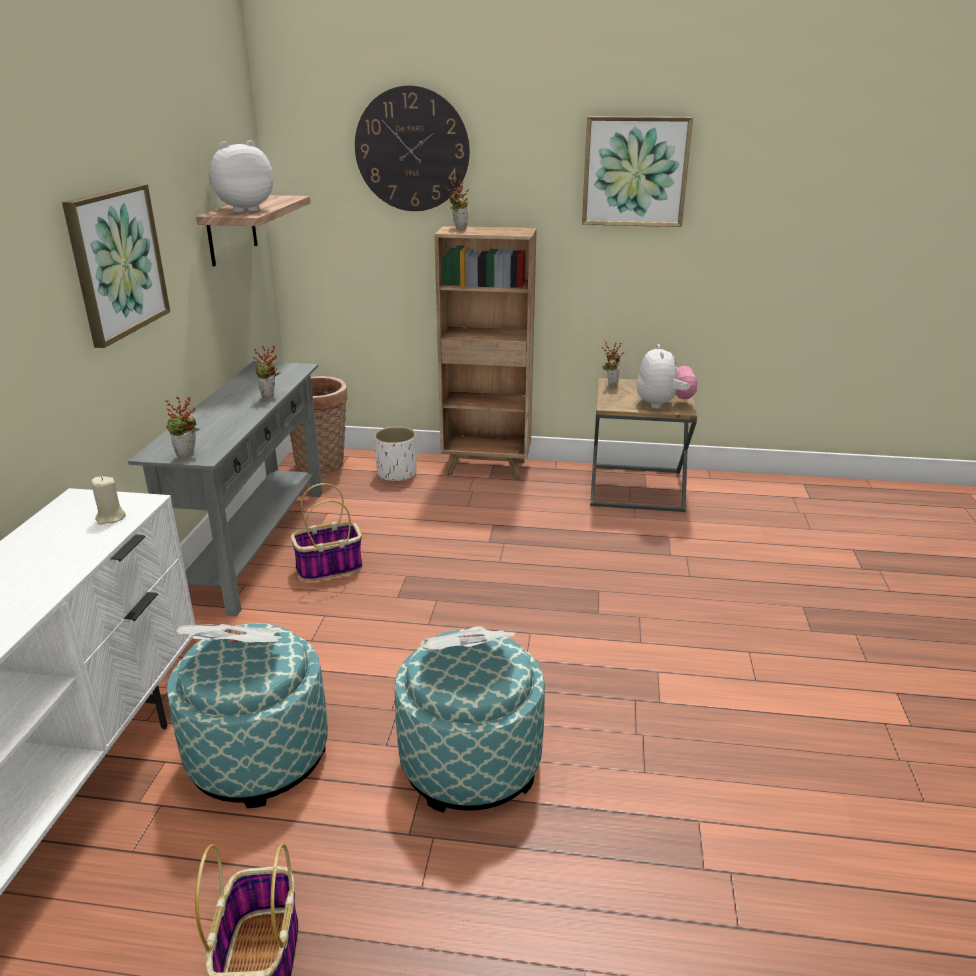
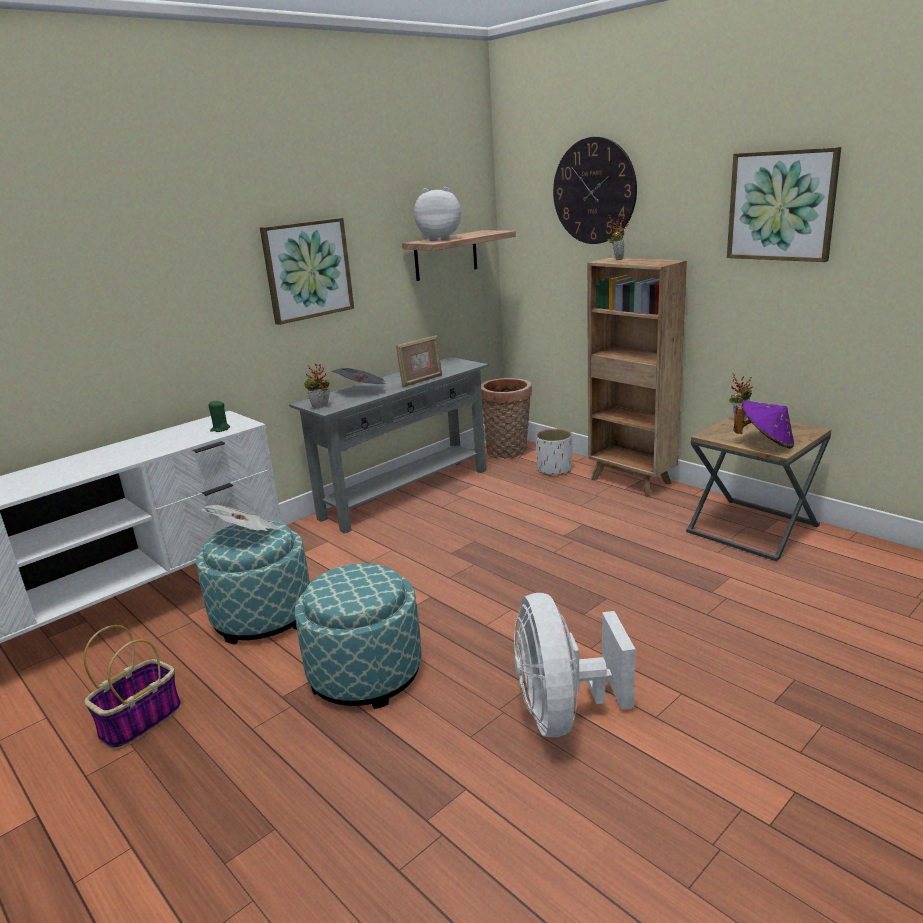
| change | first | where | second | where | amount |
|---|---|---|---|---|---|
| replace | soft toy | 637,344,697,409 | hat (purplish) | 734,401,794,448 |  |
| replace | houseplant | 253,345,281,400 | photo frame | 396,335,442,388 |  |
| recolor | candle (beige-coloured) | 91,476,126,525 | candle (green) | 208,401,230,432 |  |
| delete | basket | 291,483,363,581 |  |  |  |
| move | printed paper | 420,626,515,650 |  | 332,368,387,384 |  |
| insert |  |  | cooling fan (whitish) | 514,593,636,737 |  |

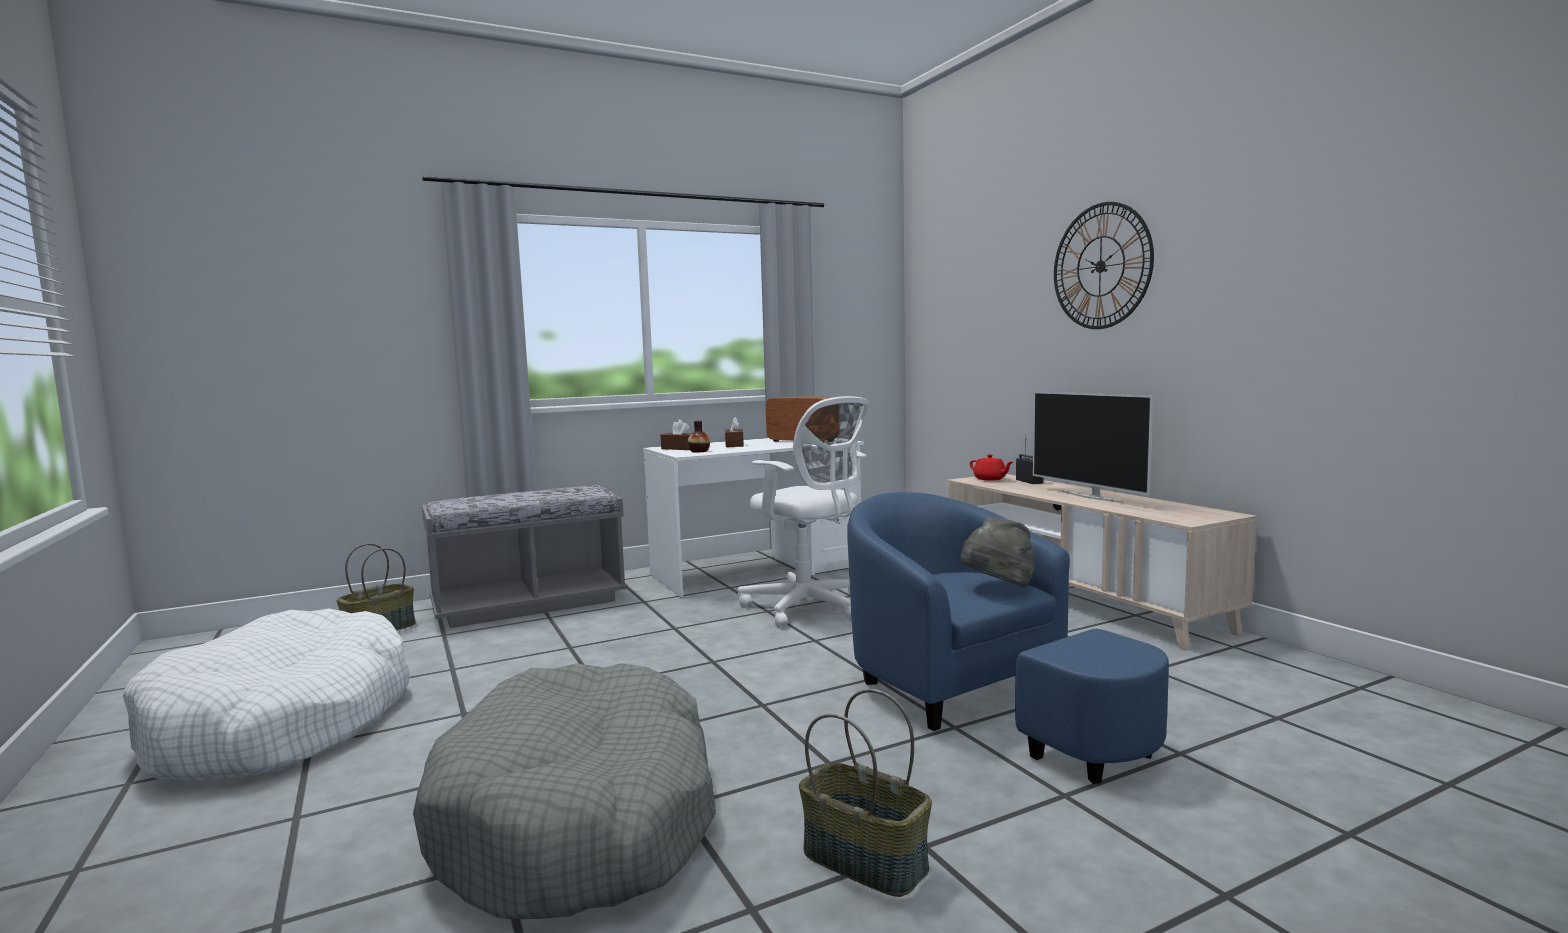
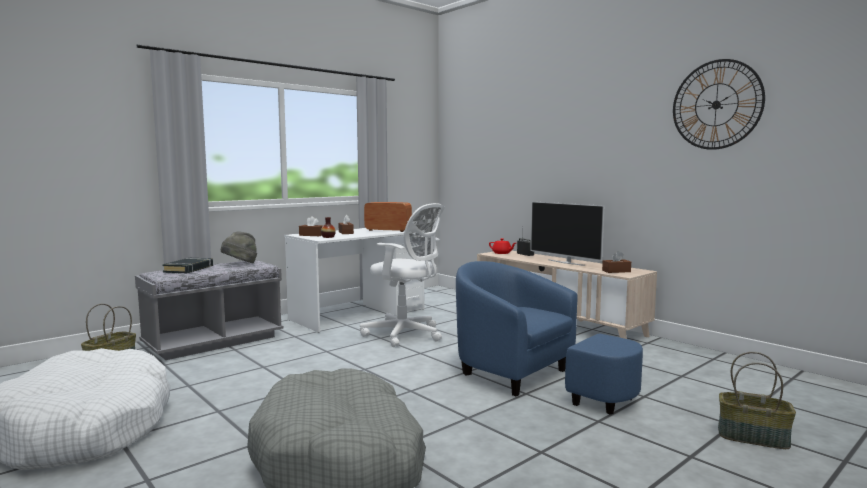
| change | first | where | second | where | amount |
|---|---|---|---|---|---|
| move | wall clock | 1054,202,1154,329 |  | 673,59,765,150 |  |
| move | hat (gray) | 960,518,1035,587 |  | 221,231,257,264 |  |
| move | basket | 799,689,932,897 |  | 718,352,796,449 |  |
| insert |  |  | tissue box (brown-coloured) | 602,251,631,273 |  |
| insert |  |  | bound book (black-coloured) | 162,258,213,273 |  |

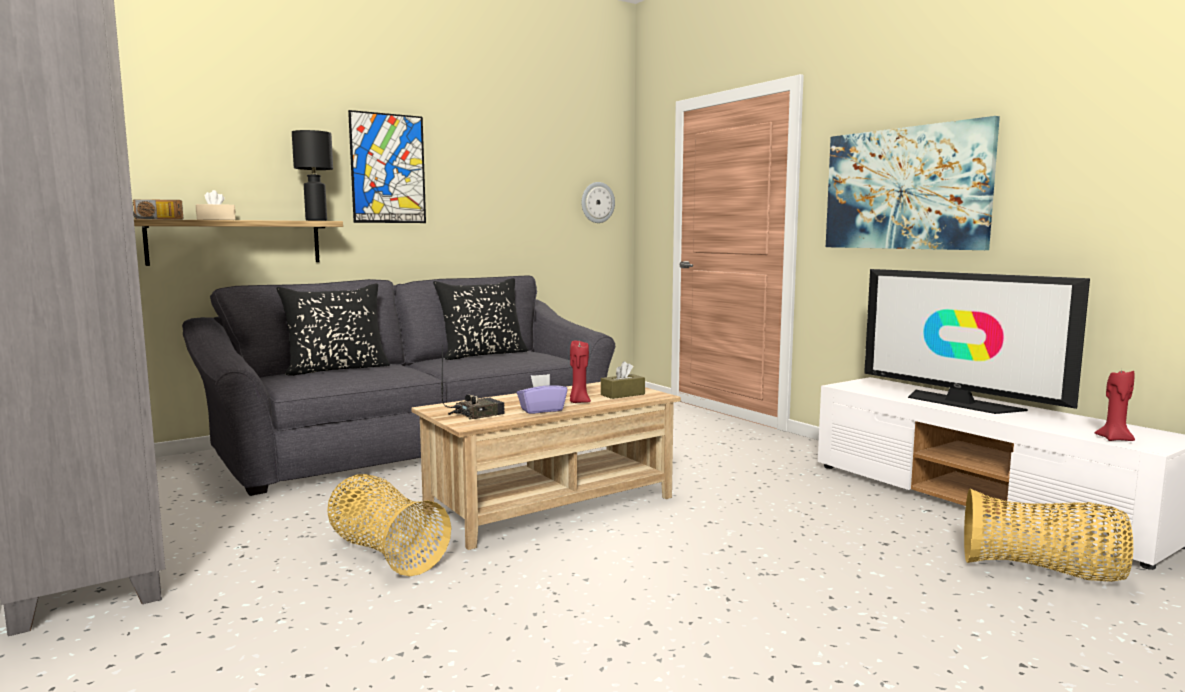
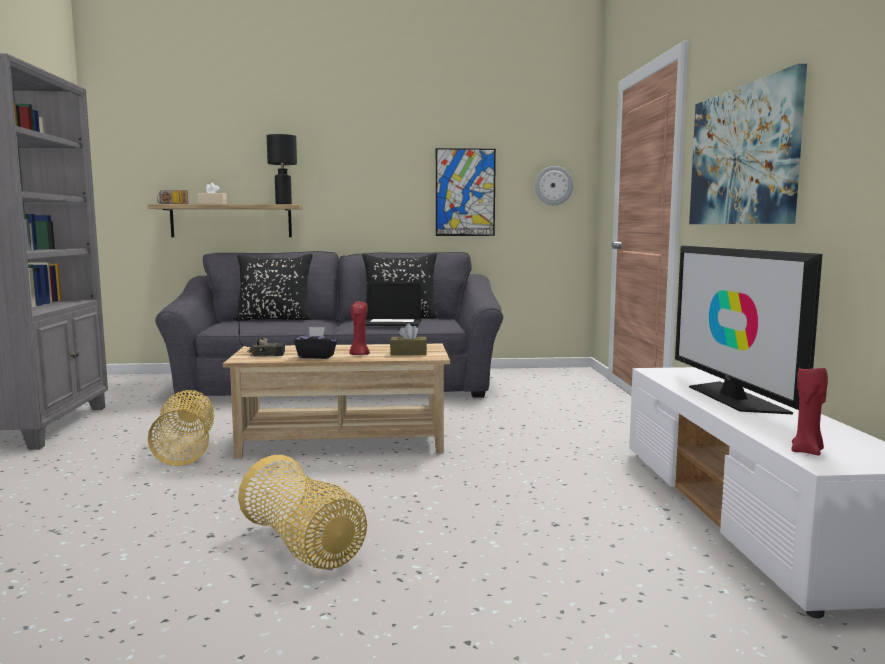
| change | first | where | second | where | amount |
|---|---|---|---|---|---|
| move | picture | 348,110,426,223 |  | 436,148,496,236 |  |
| recolor | tissue box (purplish) | 517,374,568,414 | tissue box (black-coloured) | 294,327,337,359 |  |
| move | basket | 964,489,1133,582 |  | 238,455,367,569 |  |
| insert |  |  | portable computer | 365,282,421,326 |  |

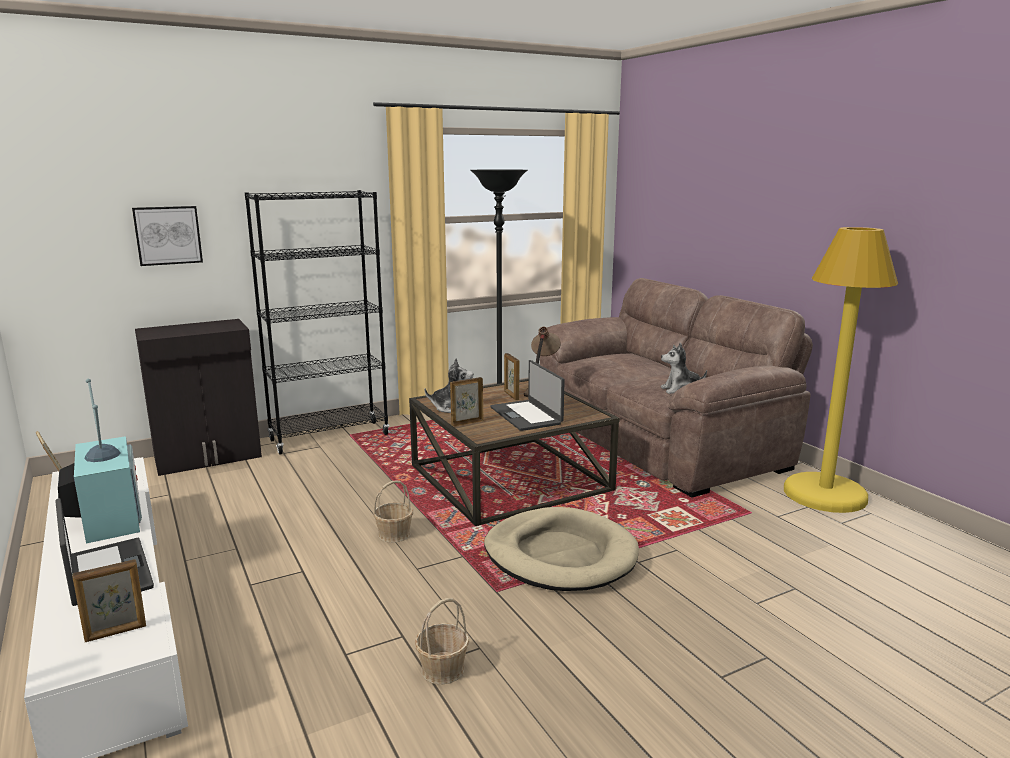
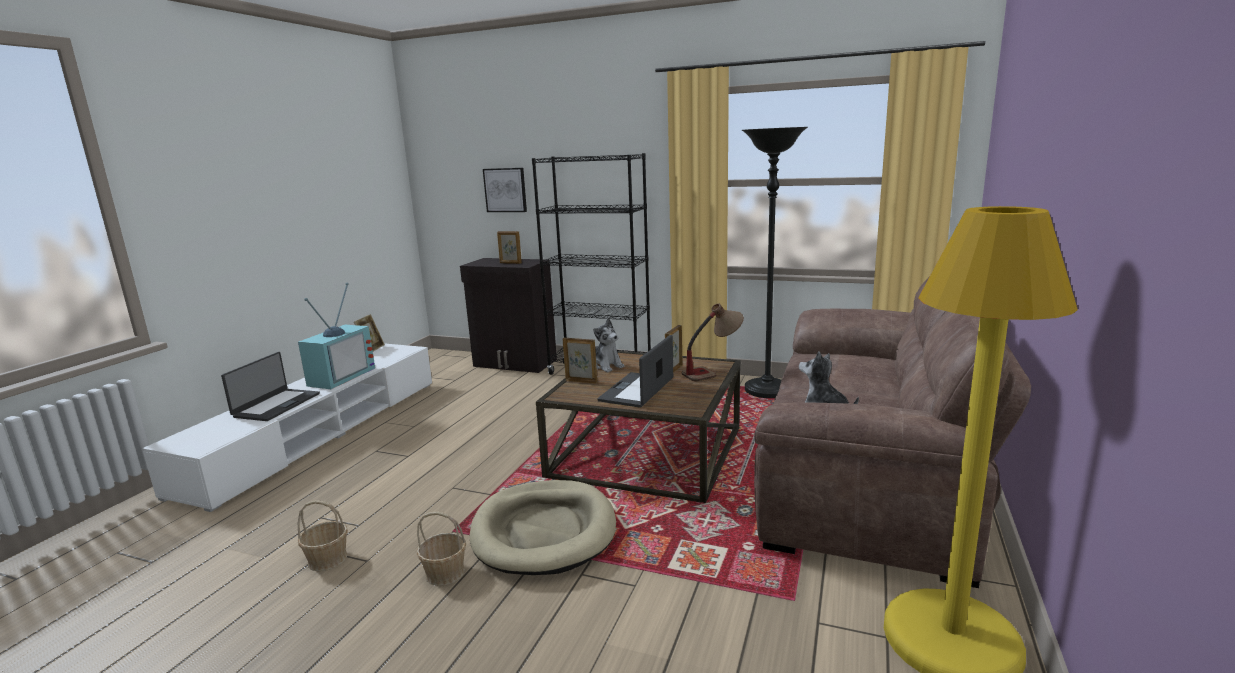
| change | first | where | second | where | amount |
|---|---|---|---|---|---|
| move | basket | 373,480,413,543 |  | 417,512,466,586 |  |
| move | photo frame | 72,559,146,642 |  | 497,231,522,264 |  |

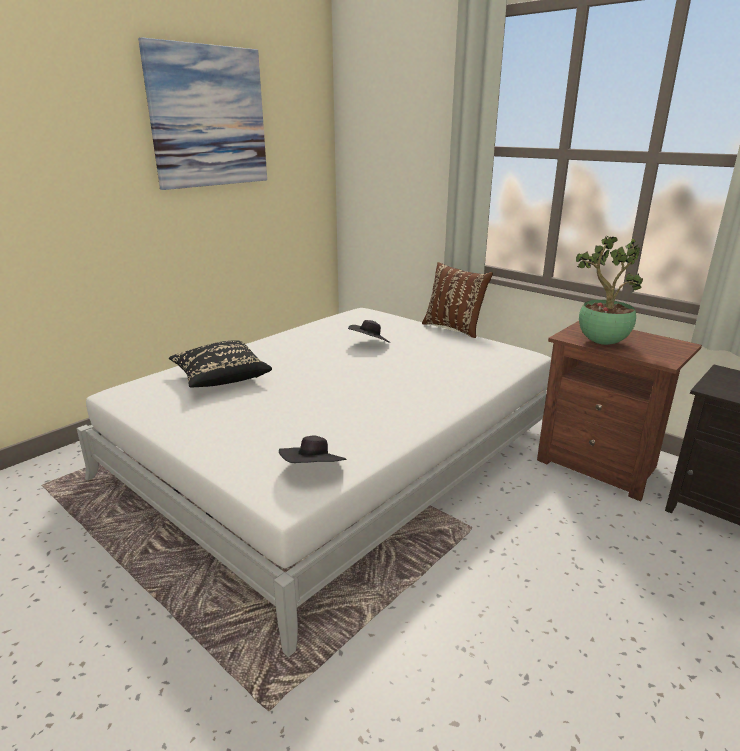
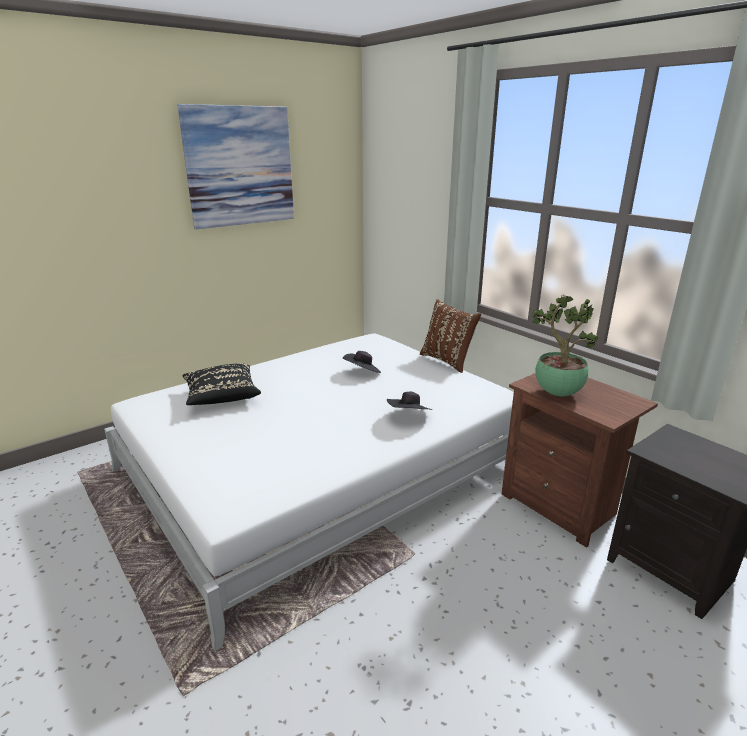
| change | first | where | second | where | amount |
|---|---|---|---|---|---|
| move | hat (black-coloured) | 279,435,347,463 |  | 387,391,432,410 |  |

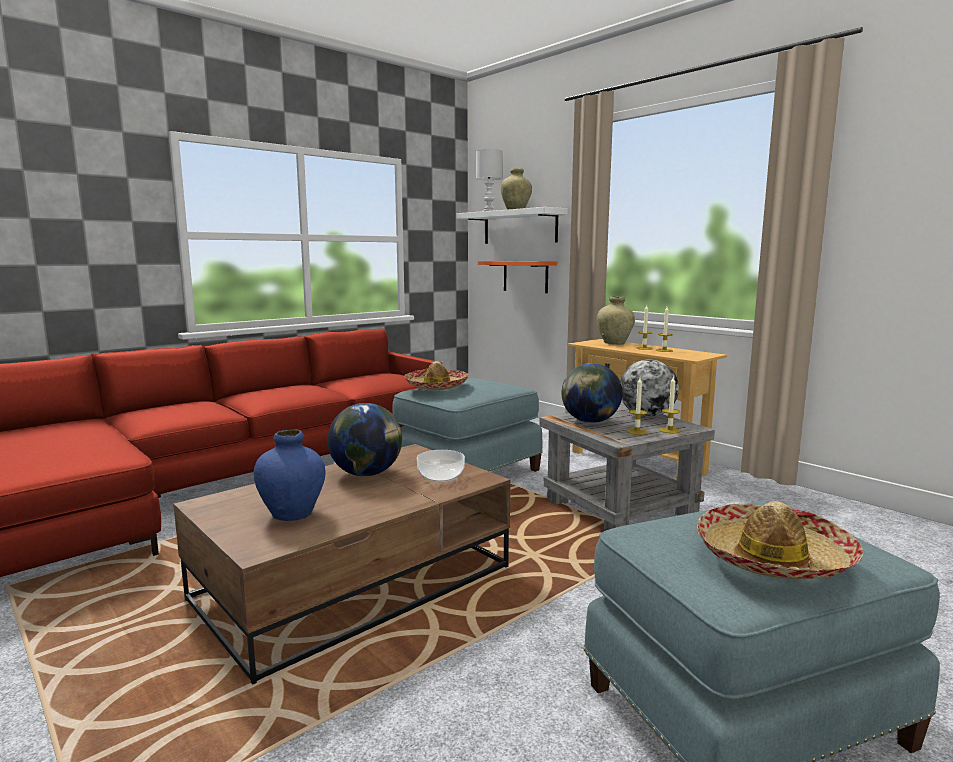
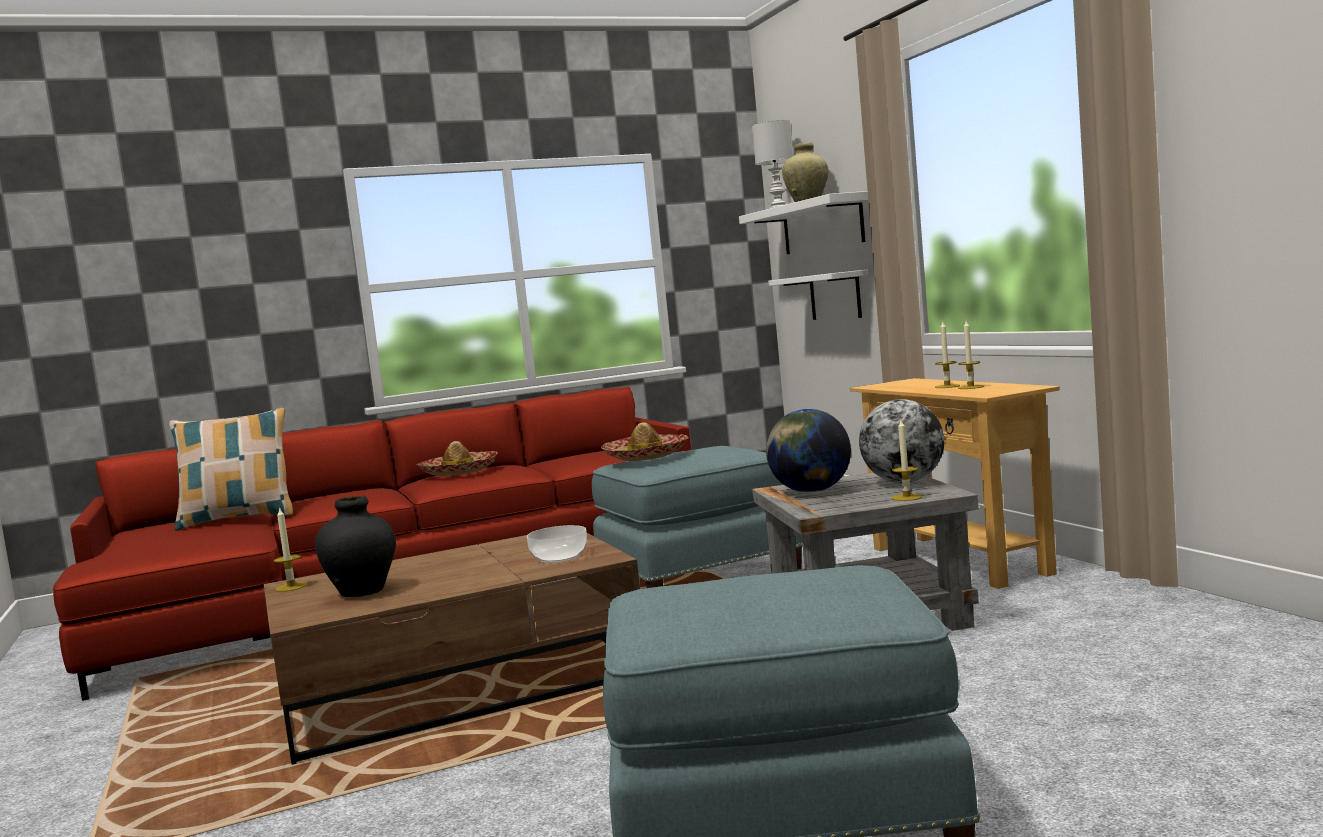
| change | first | where | second | where | amount |
|---|---|---|---|---|---|
| recolor | shelf (orange-coloured) | 478,261,557,293 | shelf (whitish) | 768,270,868,320 |  |
| delete | decorative vase (beige-coloured) | 597,296,635,344 |  |  |  |
| move | candle | 626,378,648,435 |  | 273,507,307,592 |  |
| delete | globe | 328,403,402,476 |  |  |  |
| recolor | decorative vase (blue-coloured) | 253,429,325,521 | decorative vase (black-coloured) | 315,495,396,597 |  |
| move | hat | 697,501,863,579 |  | 416,441,498,476 |  |
| insert |  |  | pillow | 169,408,293,531 |  |

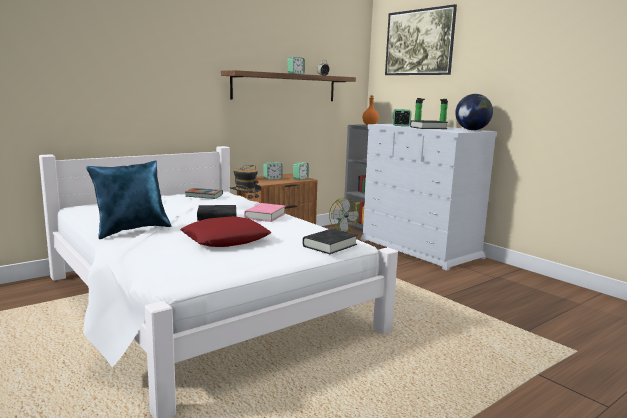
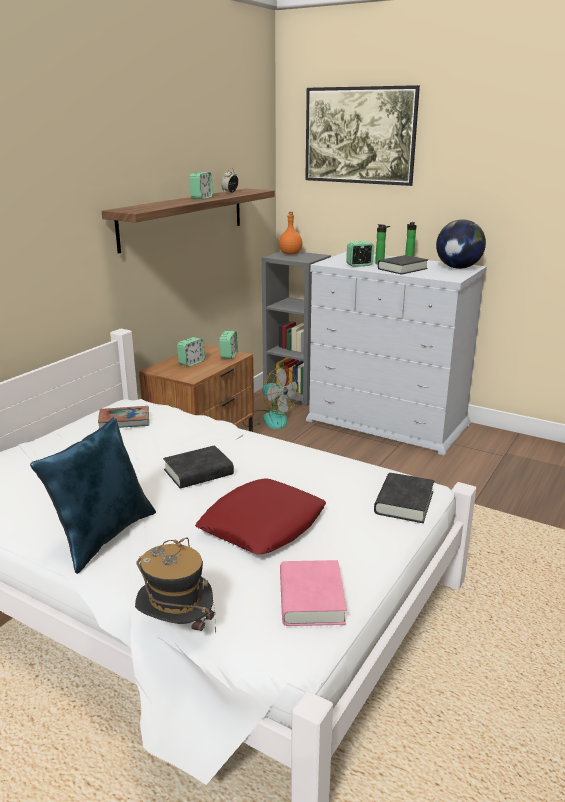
| change | first | where | second | where | amount |
|---|---|---|---|---|---|
| move | hat | 230,165,261,199 |  | 135,537,216,633 |  |
| move | bound book (pink) | 244,203,285,222 |  | 280,560,347,626 |  |

